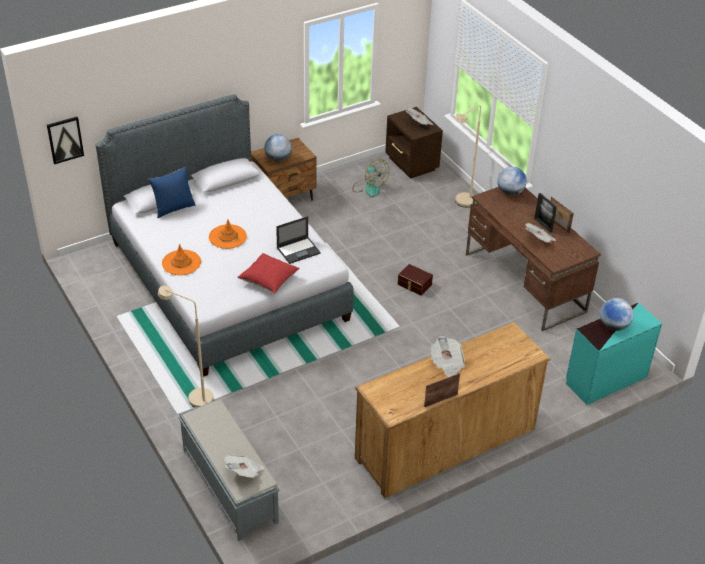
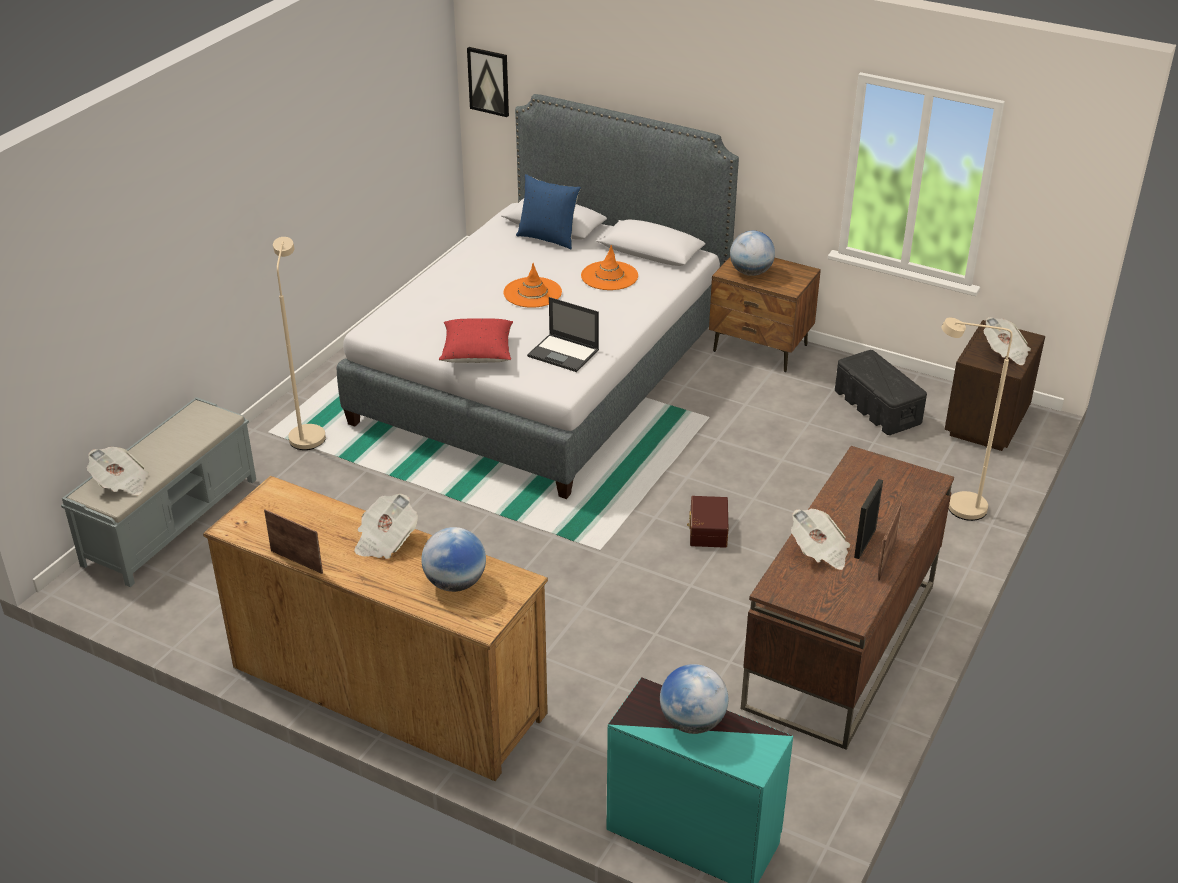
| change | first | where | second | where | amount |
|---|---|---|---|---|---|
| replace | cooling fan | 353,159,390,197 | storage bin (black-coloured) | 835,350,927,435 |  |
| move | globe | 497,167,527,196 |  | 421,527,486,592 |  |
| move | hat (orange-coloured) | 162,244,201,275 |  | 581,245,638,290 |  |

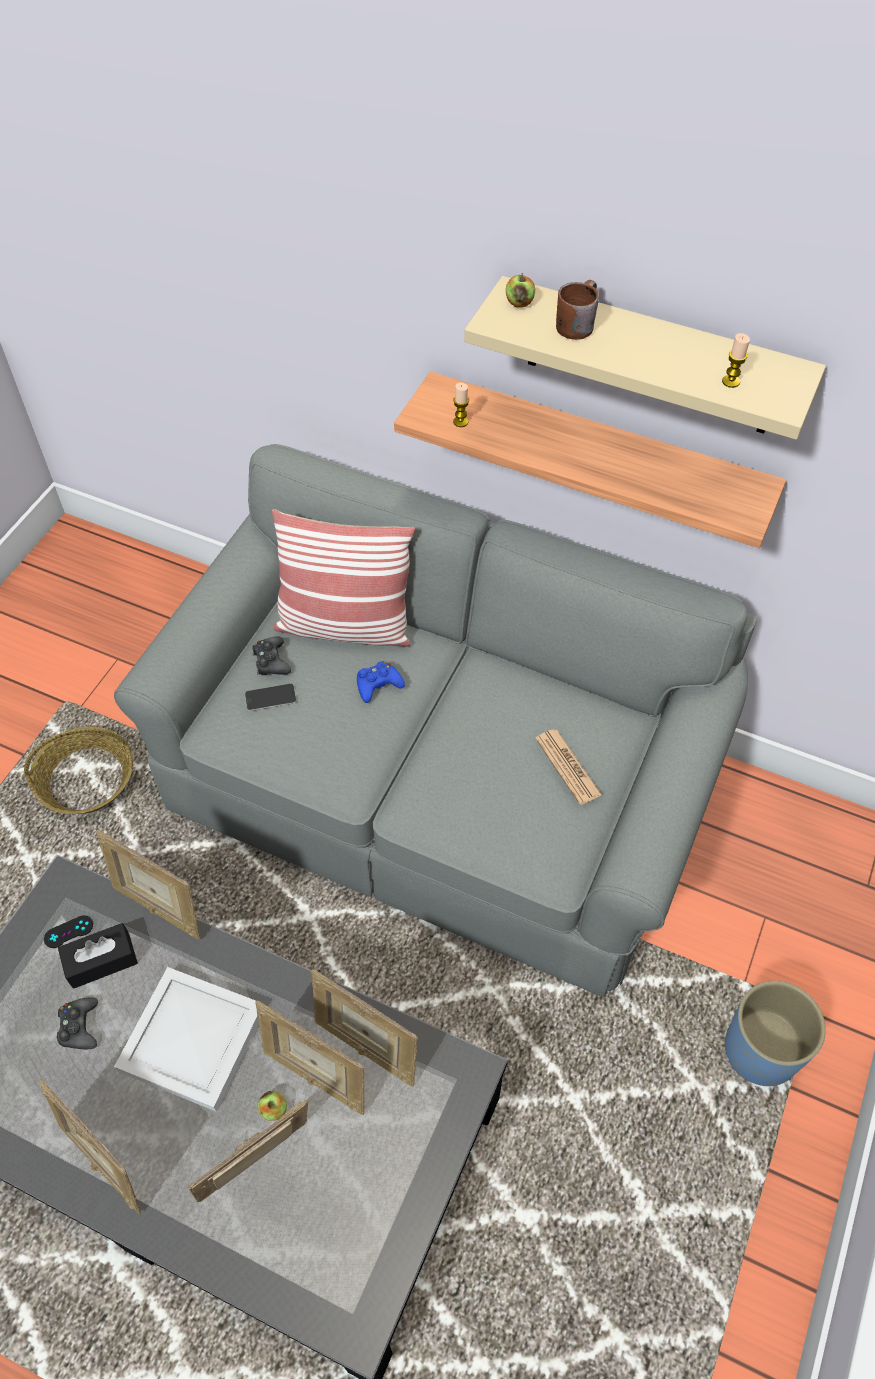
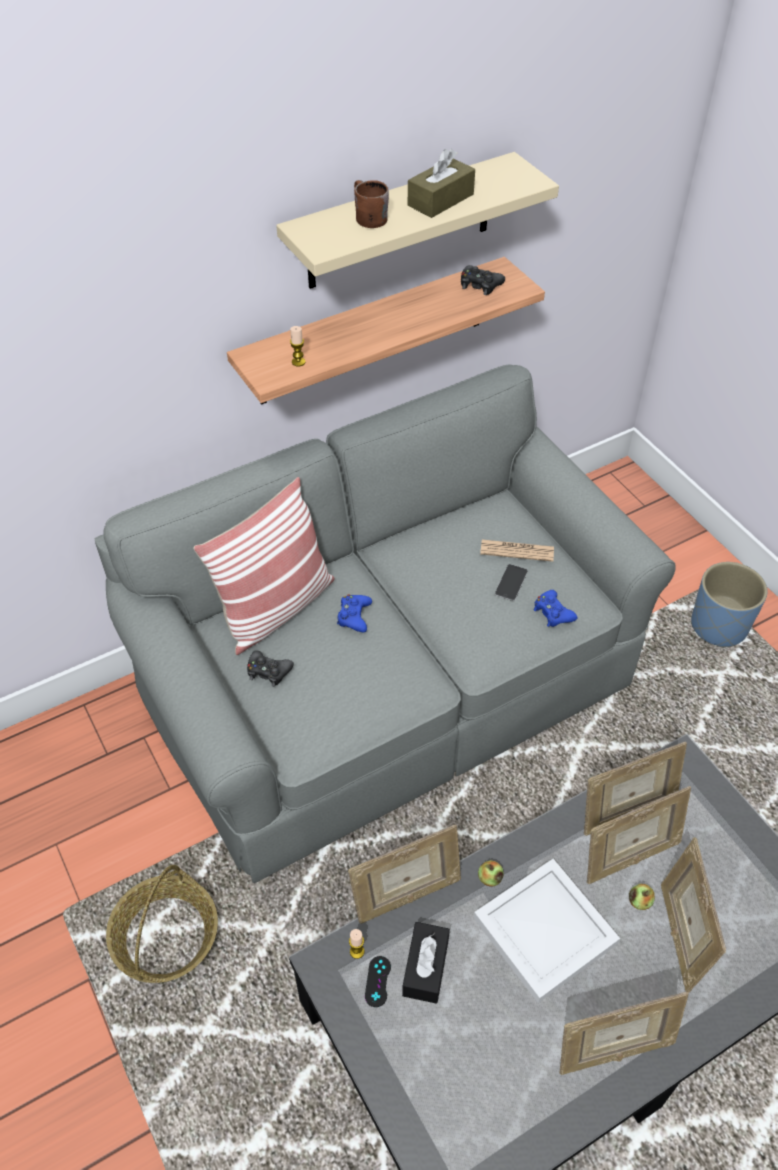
| change | first | where | second | where | amount |
|---|---|---|---|---|---|
| move | whole apple | 506,273,535,308 |  | 478,860,504,887 |  |
| move | candle | 722,333,750,388 |  | 349,929,364,959 |  |
| move | phone | 245,683,297,711 |  | 495,564,528,601 |  |
| move | gamepad (black-coloured) | 57,997,98,1049 |  | 461,265,505,295 |  |
| insert |  |  | tissue box (brown-coloured) | 408,149,475,218 |  |
| insert |  |  | gamepad (blue-coloured) | 534,590,578,627 |  |

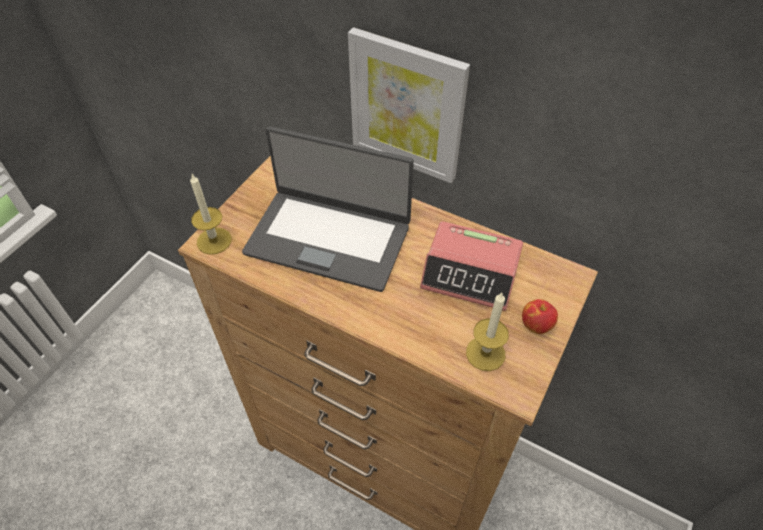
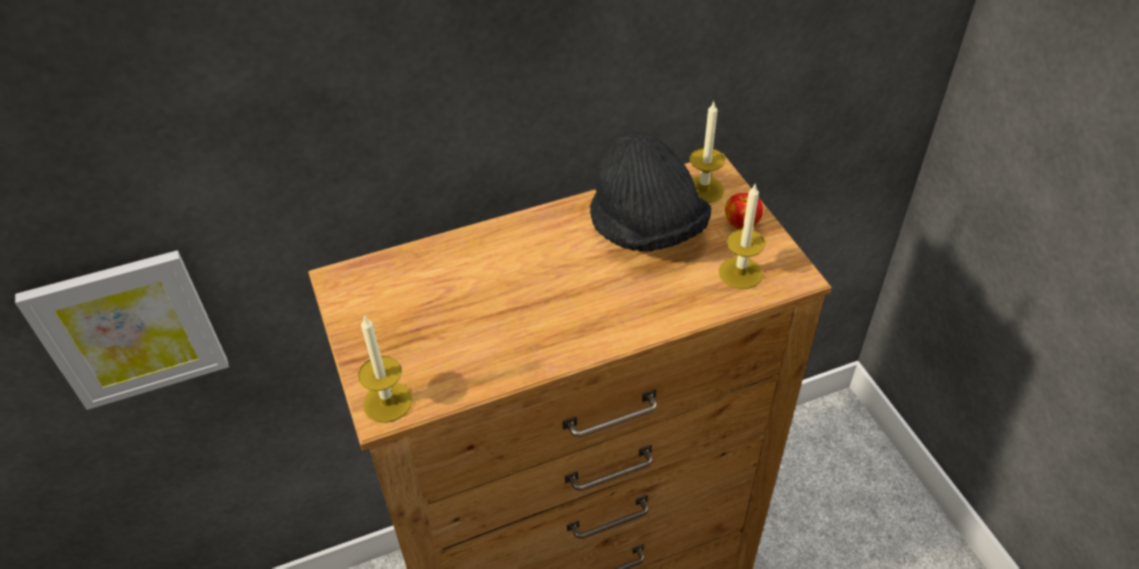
| change | first | where | second | where | amount |
|---|---|---|---|---|---|
| move | picture | 348,27,470,183 |  | 15,250,229,410 |  |
| delete | portable computer | 242,126,414,292 |  |  |  |
| replace | alarm clock | 420,221,523,311 | hat (black-coloured) | 590,131,712,252 |  |
| insert |  |  | candle | 690,102,725,203 |  |

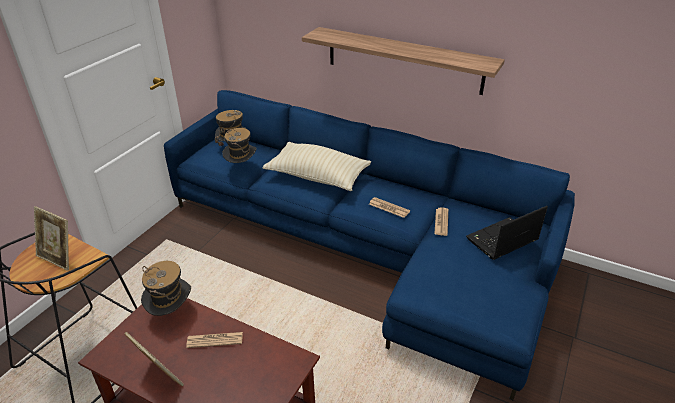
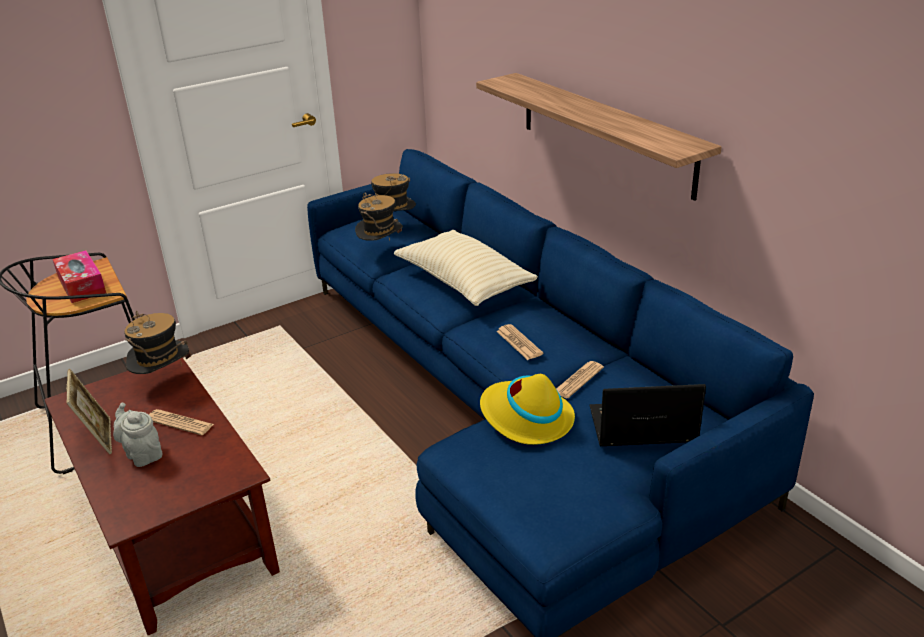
| change | first | where | second | where | amount |
|---|---|---|---|---|---|
| replace | photo frame | 34,206,69,271 | tissue box | 53,250,106,303 |  |
| insert |  |  | hat (yellow-coloured) | 480,374,575,445 |  |
| insert |  |  | pot for tea (gray) | 113,402,163,467 |  |

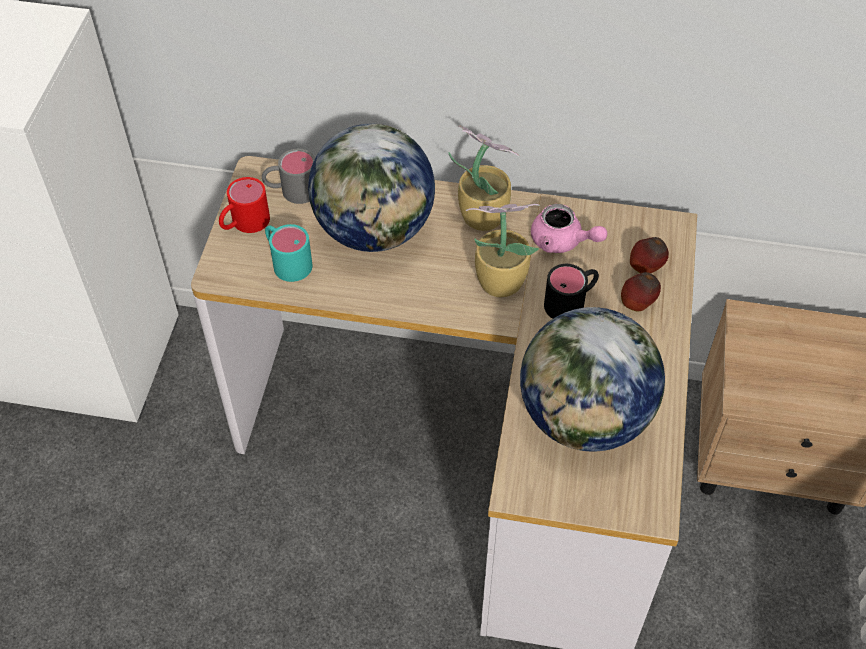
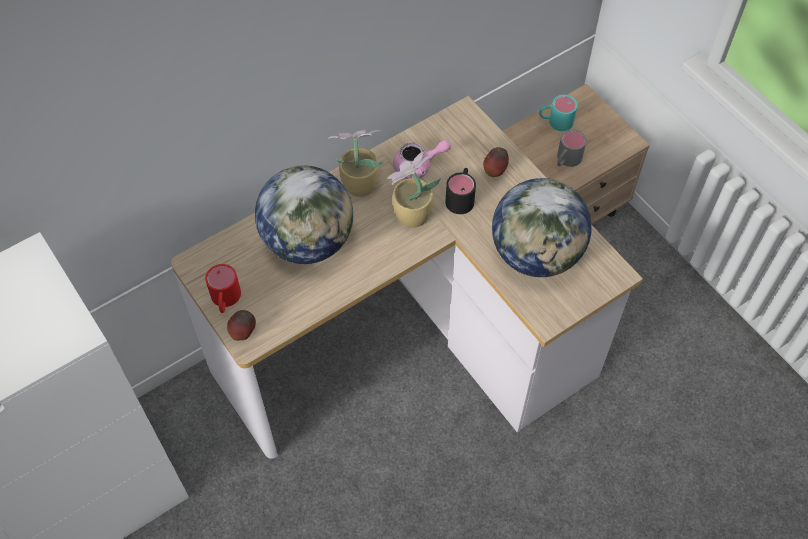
| change | first | where | second | where | amount |
|---|---|---|---|---|---|
| move | mug (gray) | 262,149,315,204 |  | 557,130,587,167 |  |
| move | mug (blue-green) | 265,224,313,282 |  | 539,95,577,131 |  |
| move | whole apple | 630,237,669,273 |  | 227,310,256,341 |  |

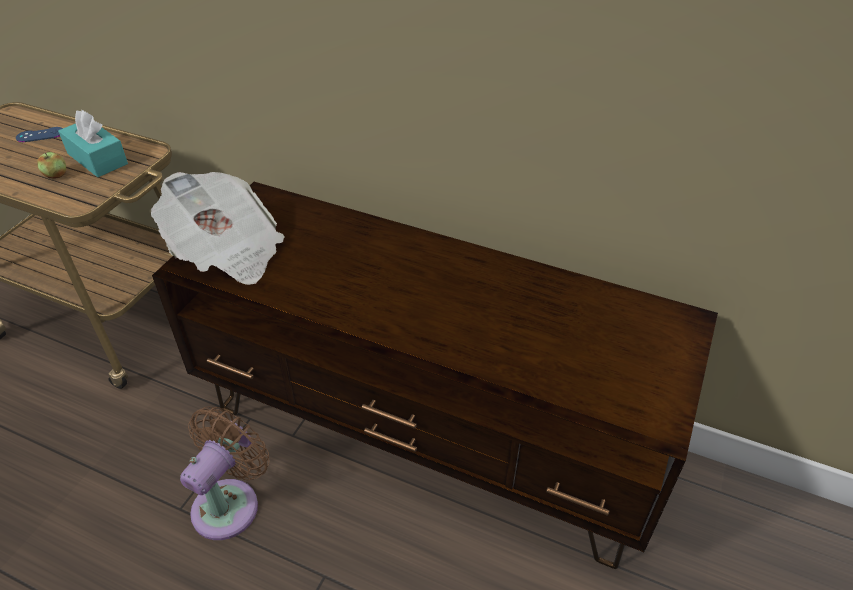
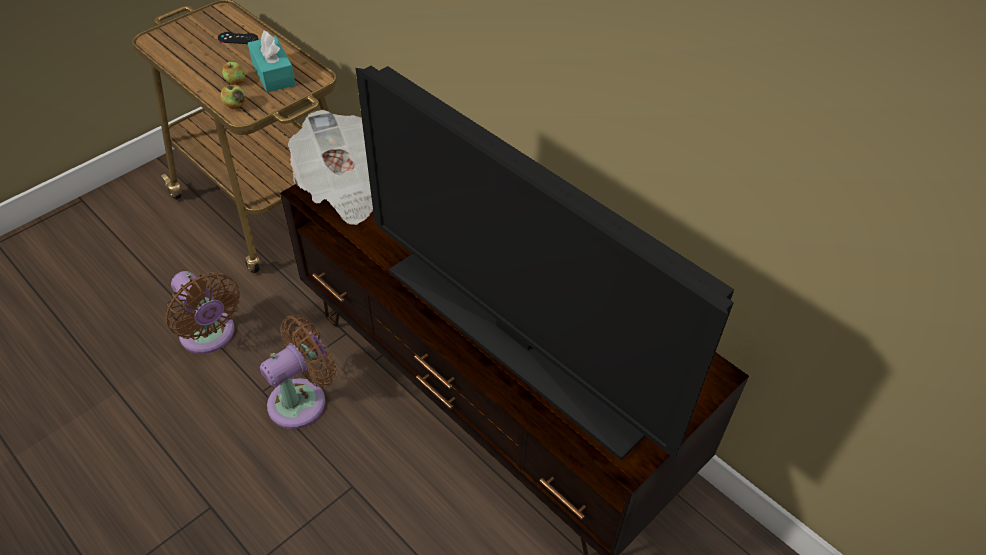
| change | first | where | second | where | amount |
|---|---|---|---|---|---|
| recolor | gamepad (blue-coloured) | 16,127,63,142 | gamepad (black-coloured) | 218,32,258,44 |  |
| insert |  |  | TV set | 356,66,734,460 |  |
| insert |  |  | whole apple | 221,83,245,109 |  |
| insert |  |  | cooling fan (brown-coloured) | 165,271,241,354 |  |

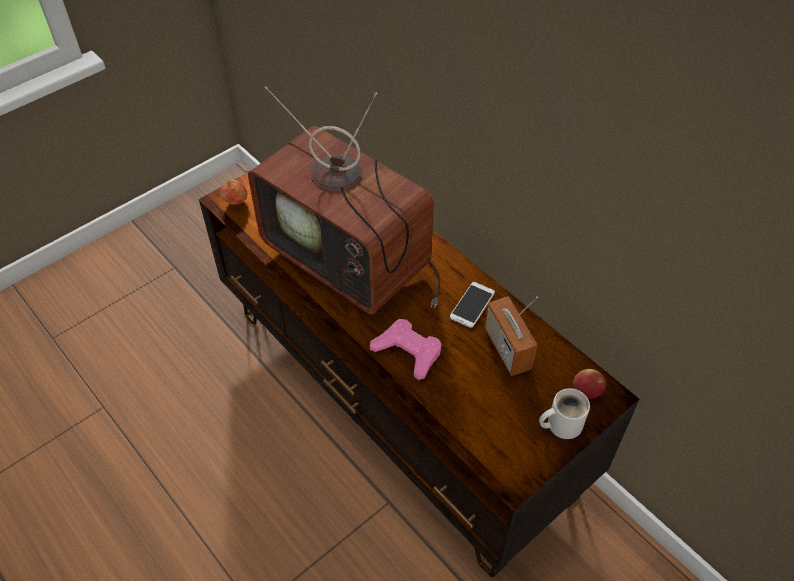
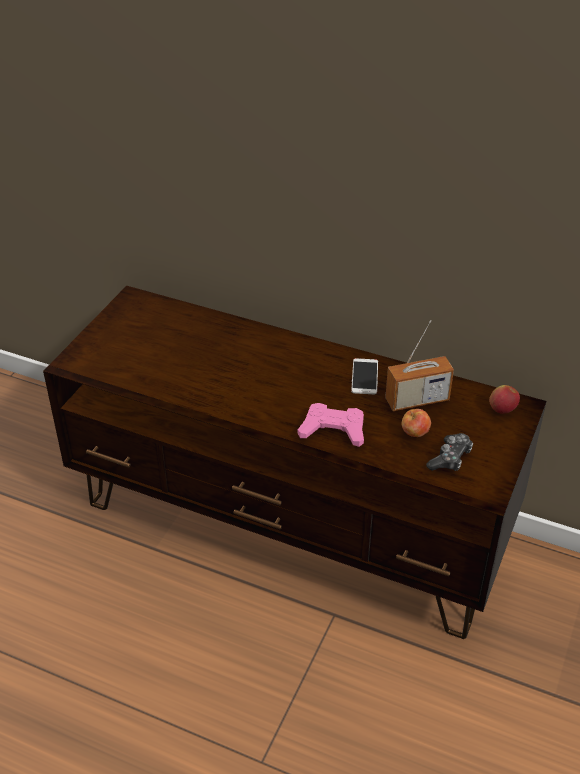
| change | first | where | second | where | amount |
|---|---|---|---|---|---|
| delete | TV set | 248,86,440,315 |  |  |  |
| move | whole apple | 220,180,247,205 |  | 402,409,431,437 |  |
| rotate | radio set | 484,296,538,376 |  | 385,320,454,411 | 60 degrees counterclockwise |
| delete | mug (whitish) | 539,388,590,439 |  |  |  |
| insert |  |  | gamepad | 426,433,473,471 |  |

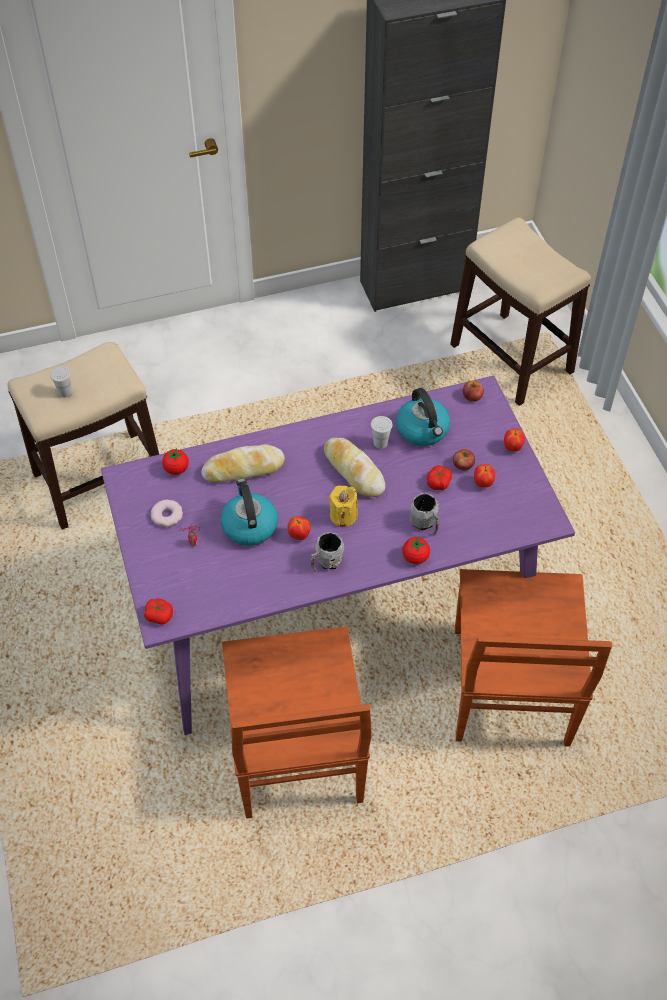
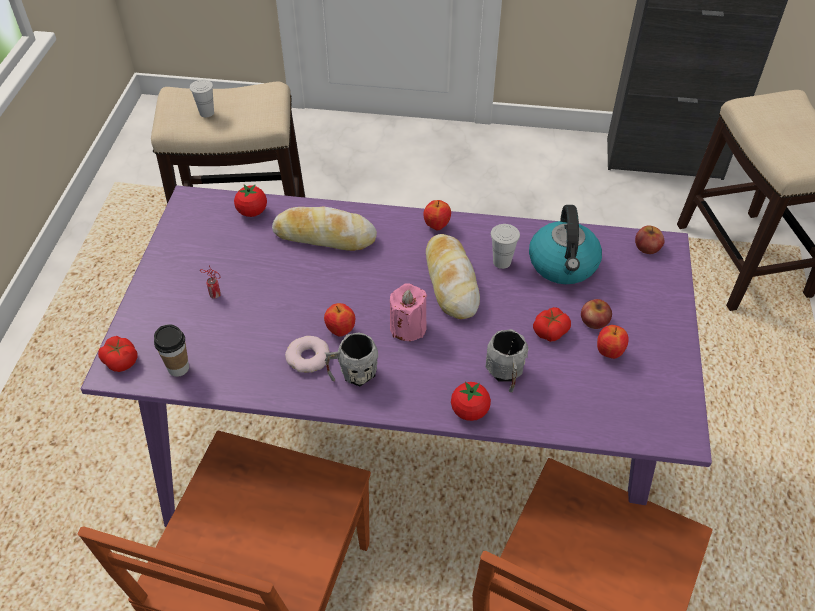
| change | first | where | second | where | amount |
|---|---|---|---|---|---|
| move | whole apple | 504,428,525,452 |  | 424,200,451,230 |  |
| delete | kettle | 220,479,278,546 |  |  |  |
| recolor | candle (yellow-coloured) | 329,485,358,527 | candle (pink) | 390,283,427,341 |  |
| move | doughnut | 151,500,183,527 |  | 285,336,330,373 |  |
| insert |  |  | cup | 154,324,189,377 |  |

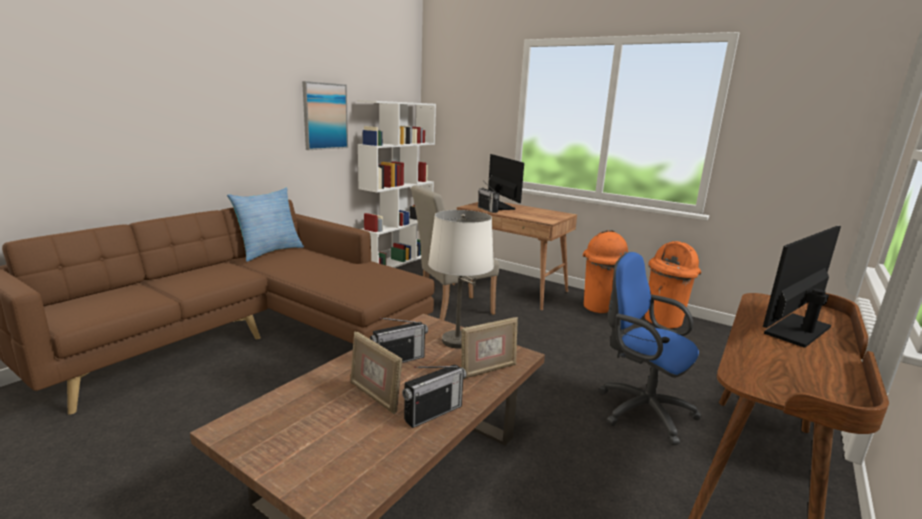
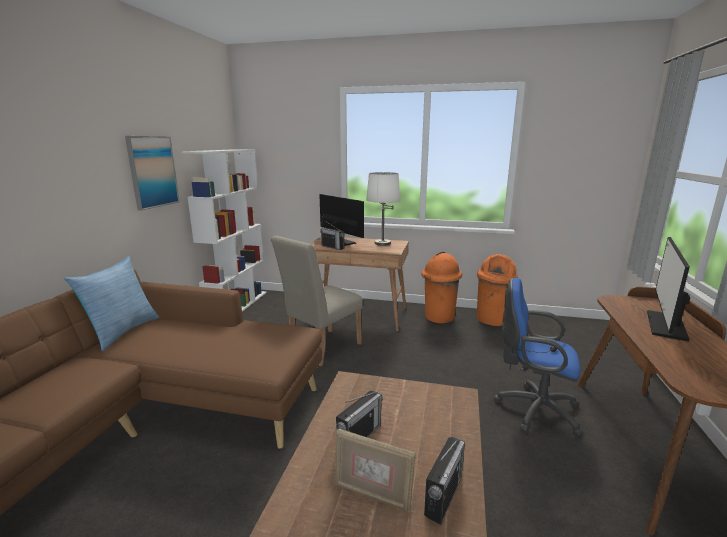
| change | first | where | second | where | amount |
|---|---|---|---|---|---|
| move | lamp for a table (whitish) | 428,210,494,349 |  | 366,172,401,246 |  |
| delete | photo frame | 461,317,518,379 |  |  |  |

